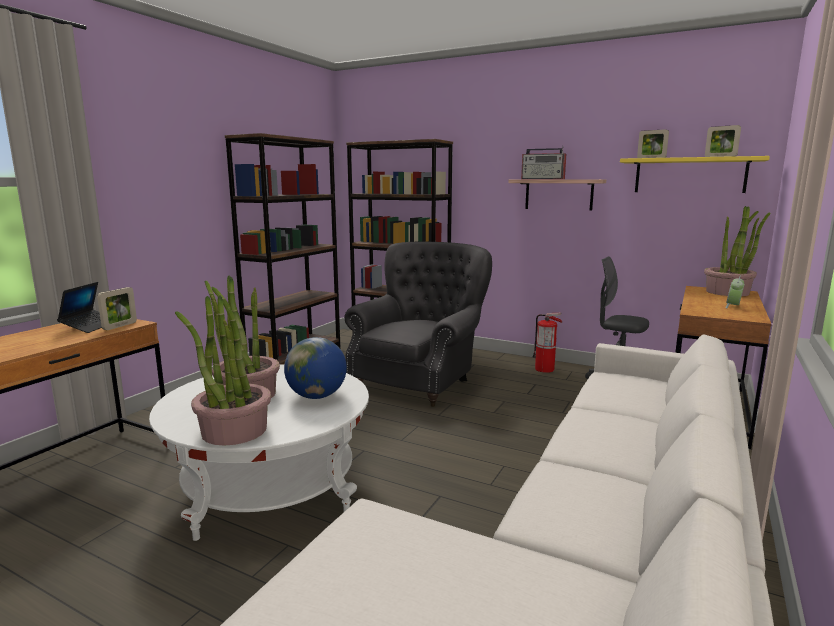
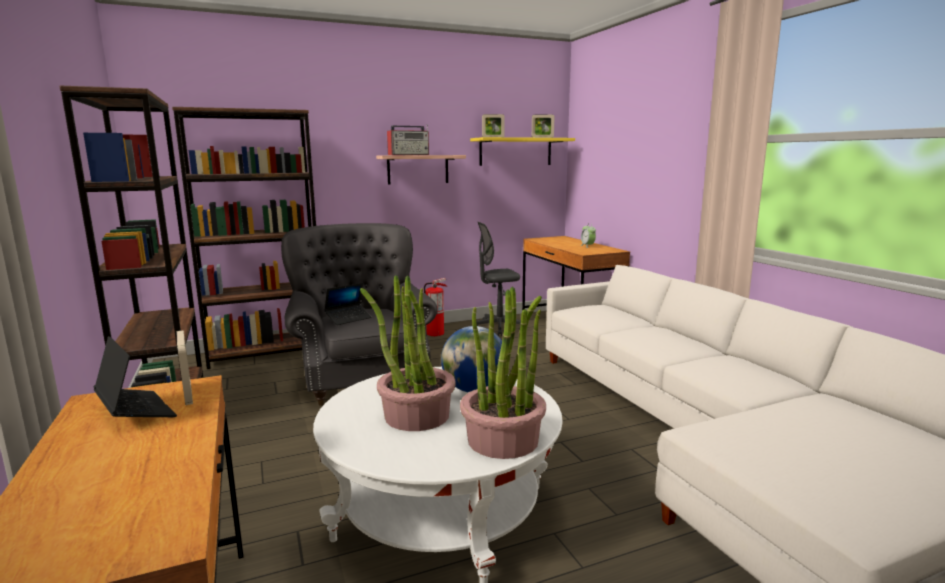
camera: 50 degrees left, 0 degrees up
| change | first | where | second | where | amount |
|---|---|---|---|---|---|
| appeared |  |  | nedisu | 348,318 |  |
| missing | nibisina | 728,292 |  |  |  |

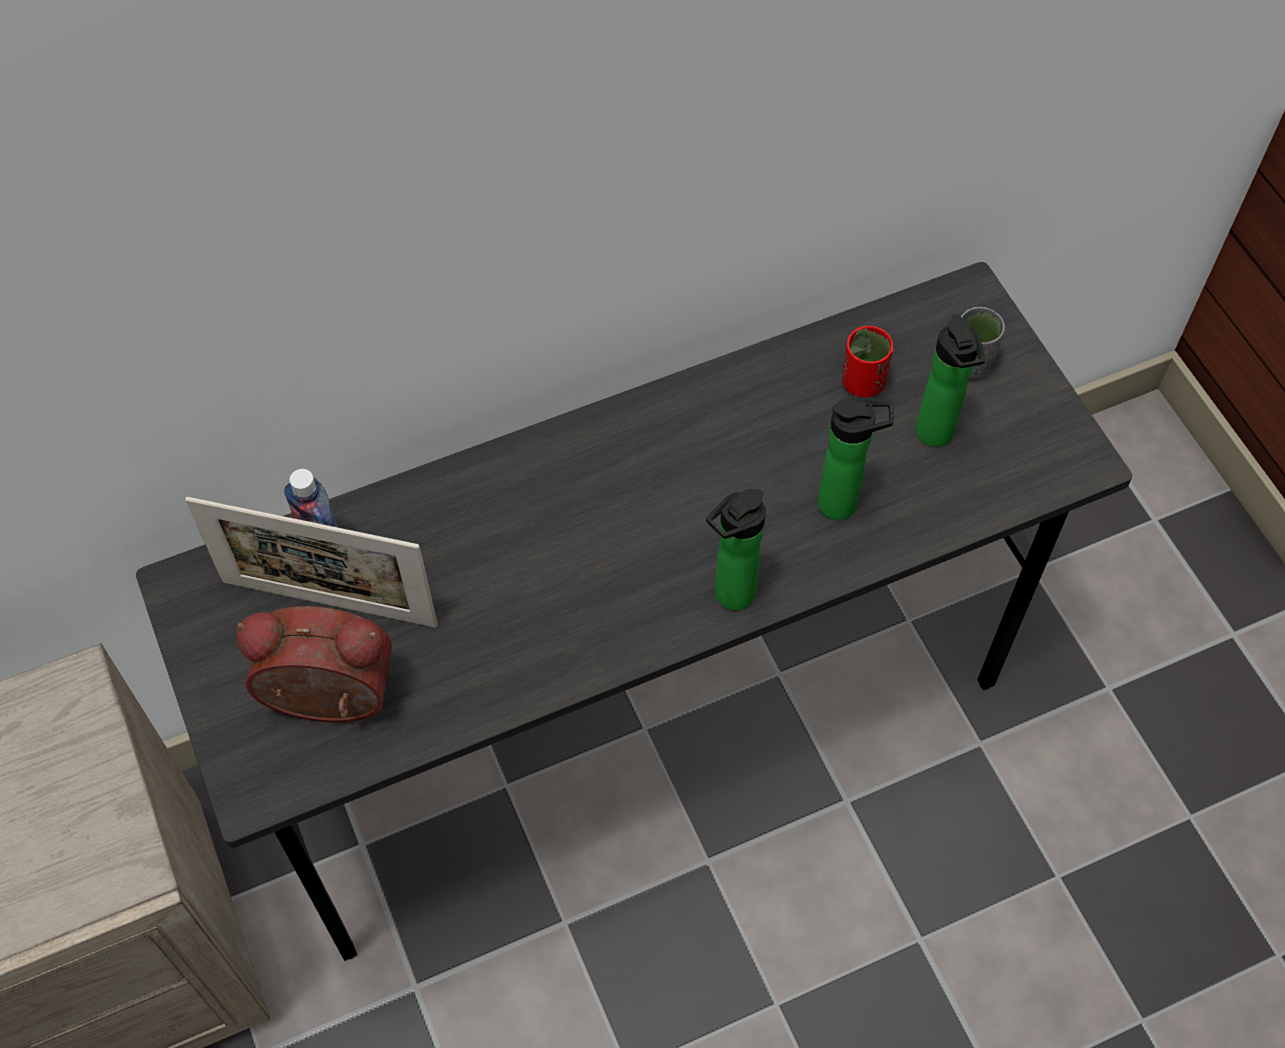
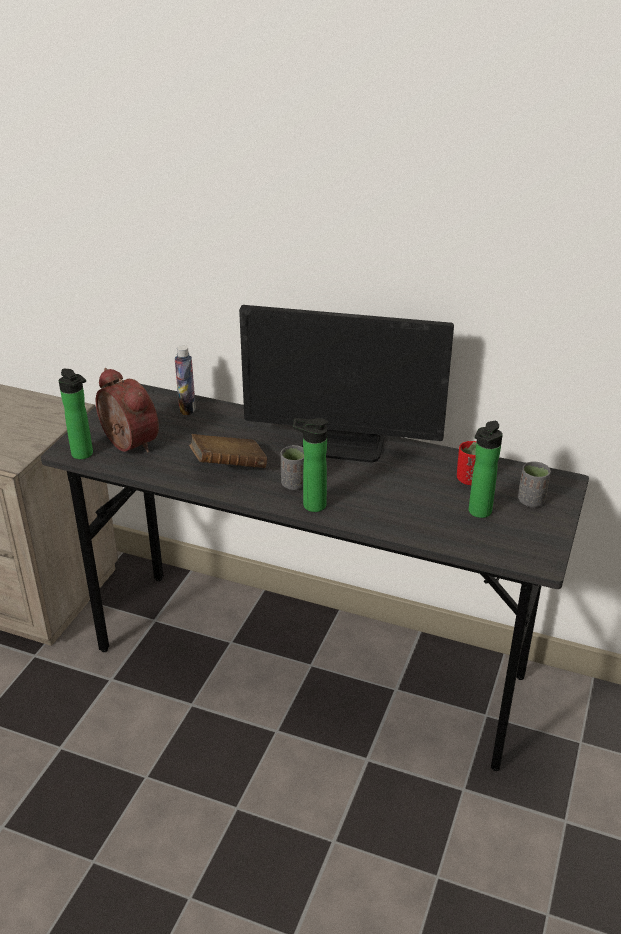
camera: 45 degrees right, 25 degrees down
| change | first | where | second | where | amount |
|---|---|---|---|---|---|
| relocated | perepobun | 843,504 |  | 84,455 |  |
| appeared |  |  | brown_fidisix | 228,467 |  |
| appeared |  |  | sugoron | 343,444 |  |
| appeared |  |  | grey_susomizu | 294,484 |  |
| missing | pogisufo | 329,603 |  |  |  |

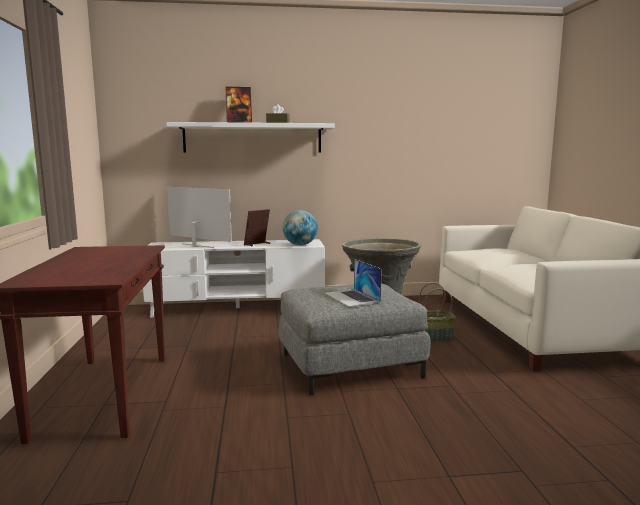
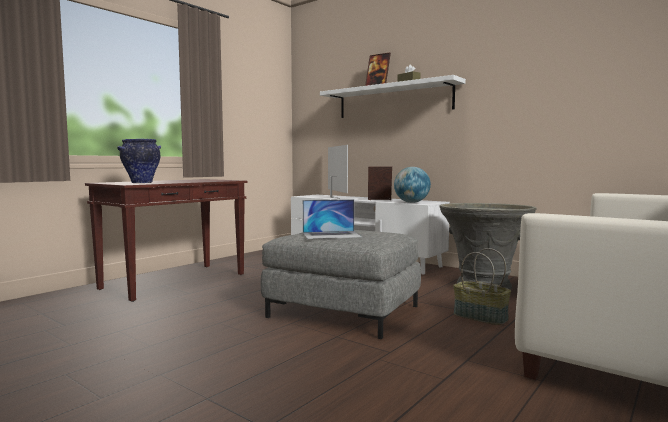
camera: 45 degrees right, 5 degrees down
| change | first | where | second | where | amount |
|---|---|---|---|---|---|
| appeared |  |  | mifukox | 141,183 |  |
| spun | nedisu | 352,297 |  | 332,235 | 120 degrees counterclockwise |

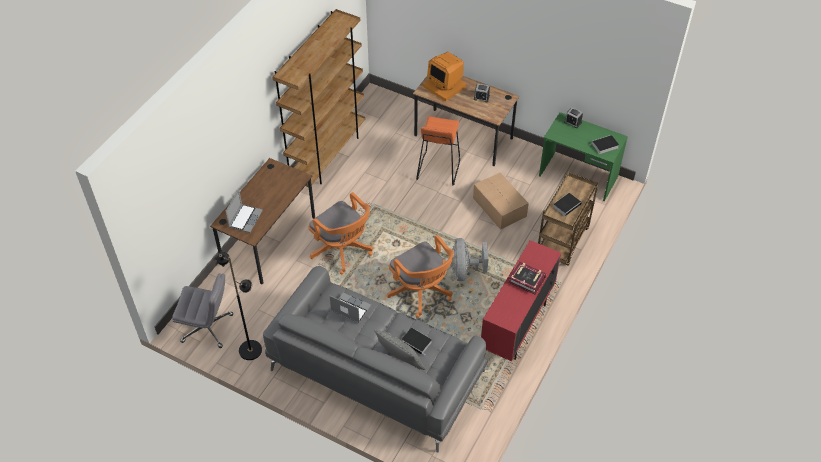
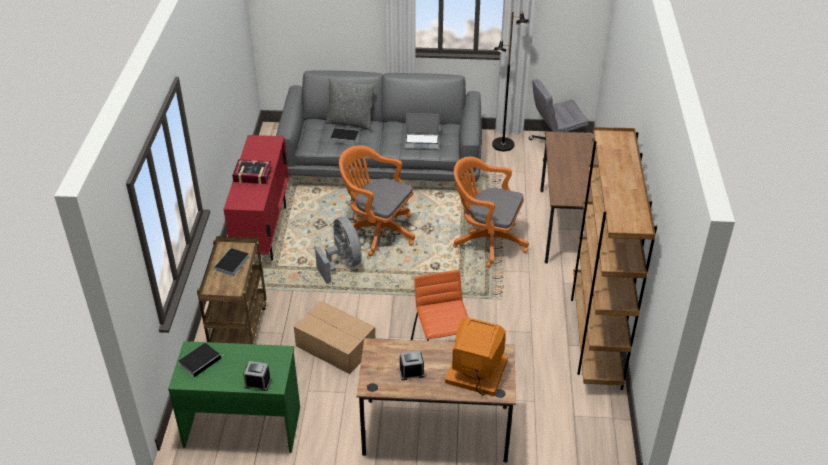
camera: 155 degrees right, 10 degrees down
| change | first | where | second | where | amount |
|---|---|---|---|---|---|
| missing | nedisu | 245,218 |  |  |  |

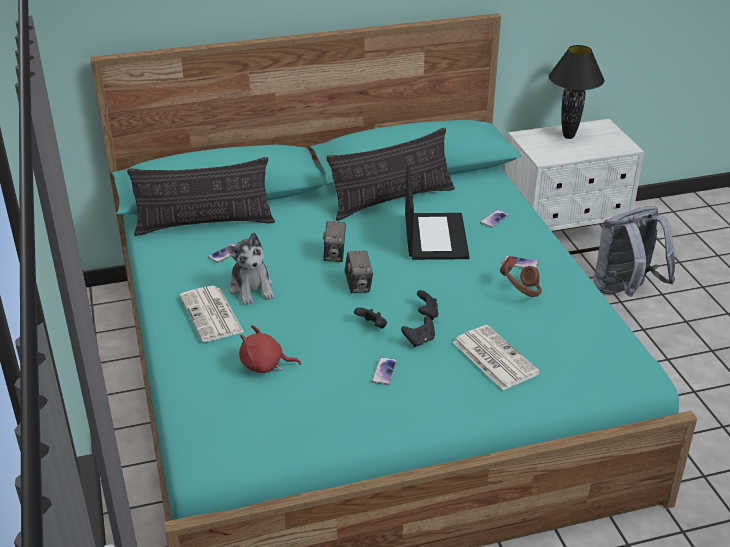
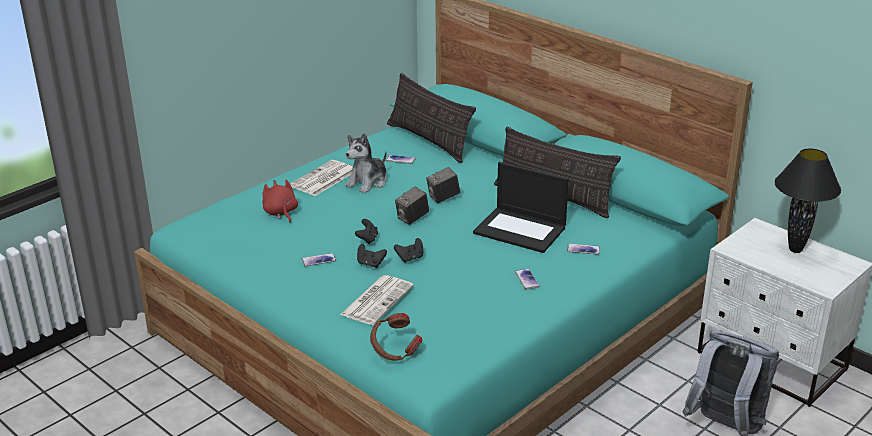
camera: 60 degrees right, 5 degrees down
| change | first | where | second | where | amount |
|---|---|---|---|---|---|
| relocated | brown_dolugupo | 520,292 |  | 395,352 |  |
| spun | nedisu | 434,236 |  | 521,230 | 60 degrees clockwise |

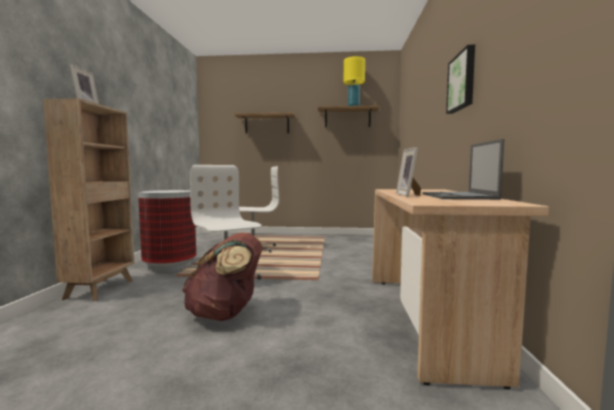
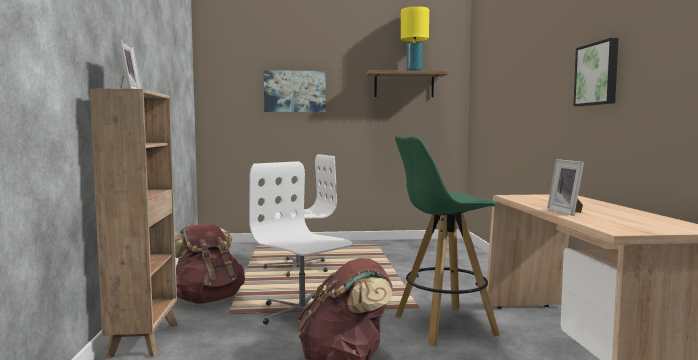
camera: 10 degrees left, 0 degrees up
| change | first | where | second | where | amount |
|---|---|---|---|---|---|
| exchanged | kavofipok | 170,266 | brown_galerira | 207,300 |  |
| exchanged | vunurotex | 267,124 | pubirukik | 294,91 |  |
| appeared |  |  | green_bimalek | 443,326 |  |
| missing | nedisu | 458,196 |  |  |  |

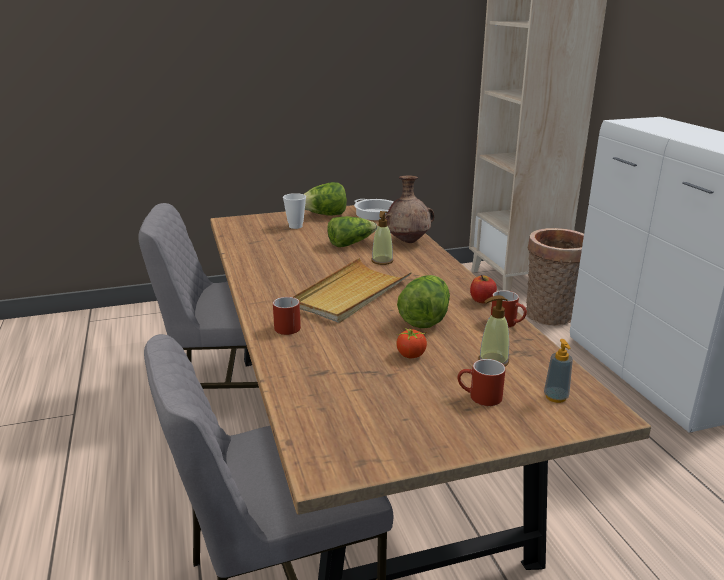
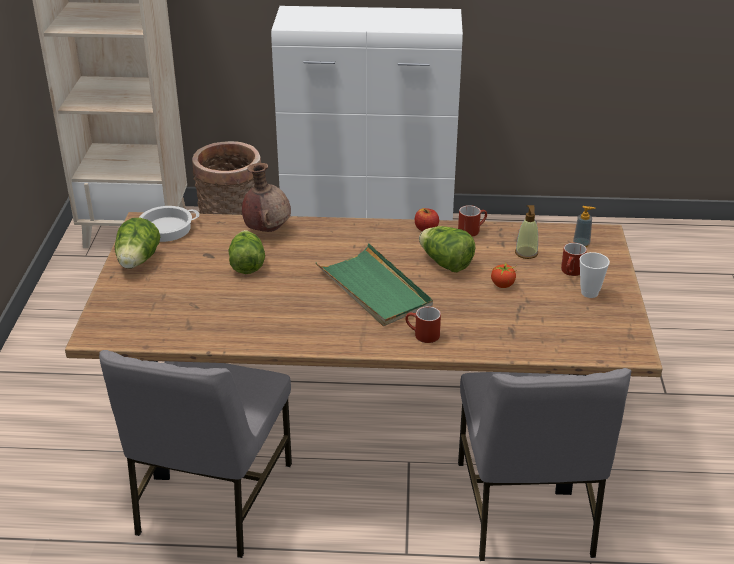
camera: 70 degrees left, 10 degrees up
| change | first | where | second | where | amount |
|---|---|---|---|---|---|
| colour | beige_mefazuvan | 350,294 | green_mefazuvan | 374,289 |  |
| relocated | susomizu | 295,226 |  | 589,293 |  |
| missing | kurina | 382,261 |  |  |  |

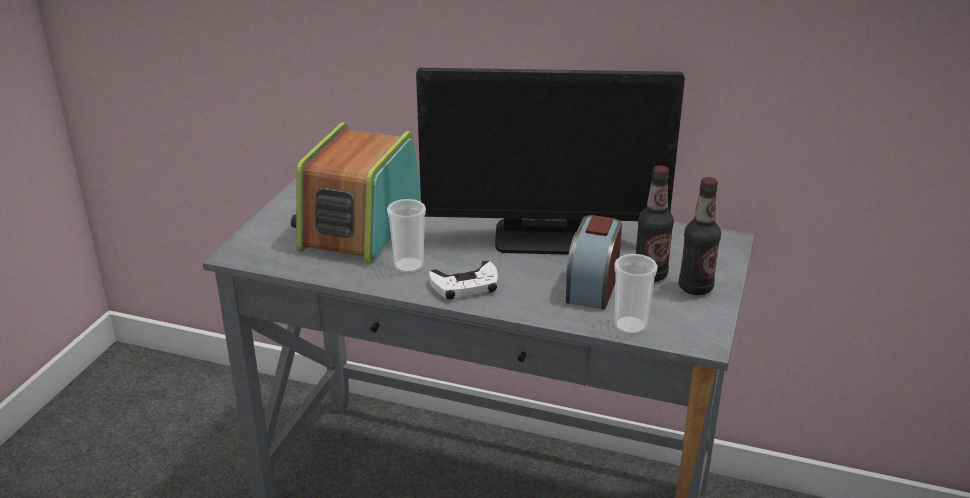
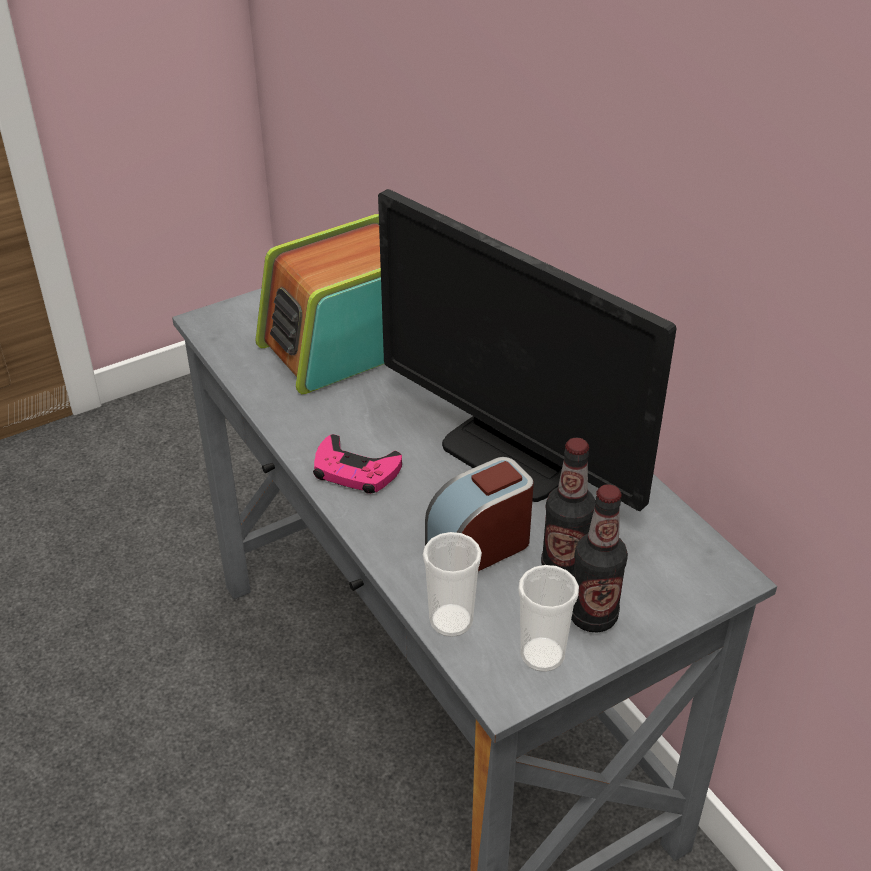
camera: 40 degrees right, 10 degrees up
| change | first | where | second | where | amount |
|---|---|---|---|---|---|
| colour | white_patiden | 465,286 | pink_patiden | 355,471 |  |
| relocated | susomizu | 409,266 |  | 542,655 |  |

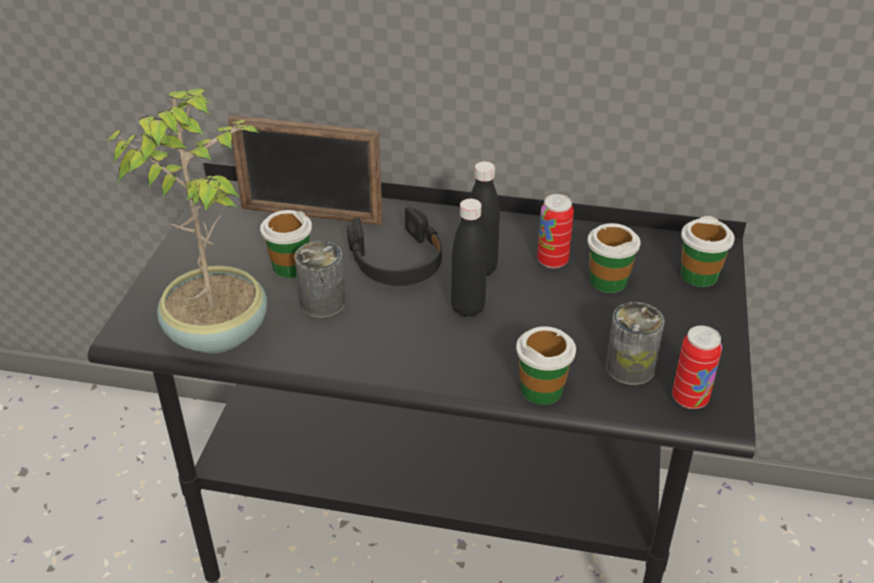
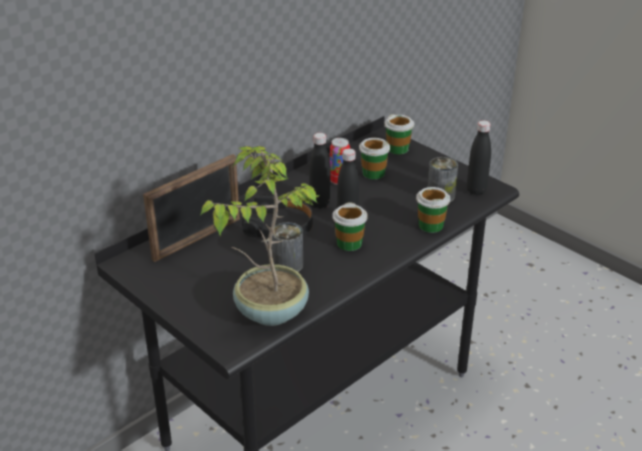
camera: 55 degrees left, 5 degrees down
| change | first | where | second | where | amount |
|---|---|---|---|---|---|
| relocated | susomizu | 290,267 |  | 349,243 |  |
| exchanged | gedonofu | 689,399 | black_perepobun | 476,190 |  |

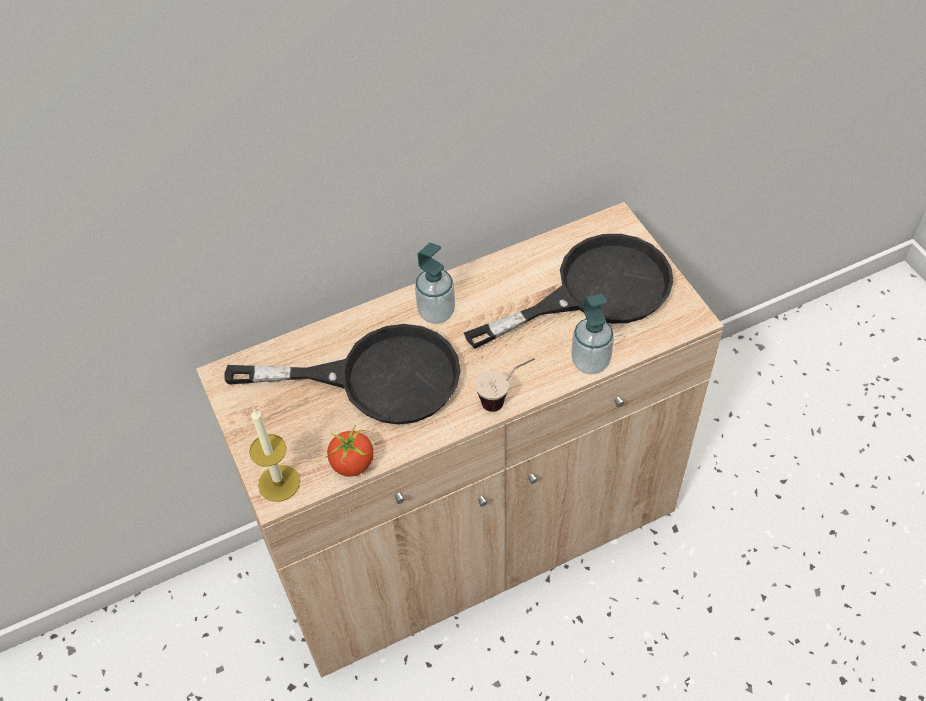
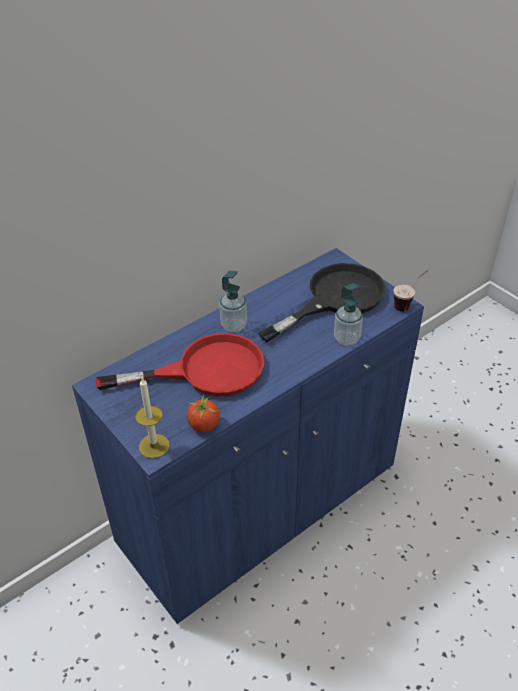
camera: 15 degrees left, 10 degrees down
| change | first | where | second | where | amount |
|---|---|---|---|---|---|
| colour | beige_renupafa | 472,532 | blue_renupafa | 260,504 |  |
| colour | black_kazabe | 377,378 | red_kazabe | 205,370 |  |
| relocated | susomizu | 505,399 |  | 408,304 |  |

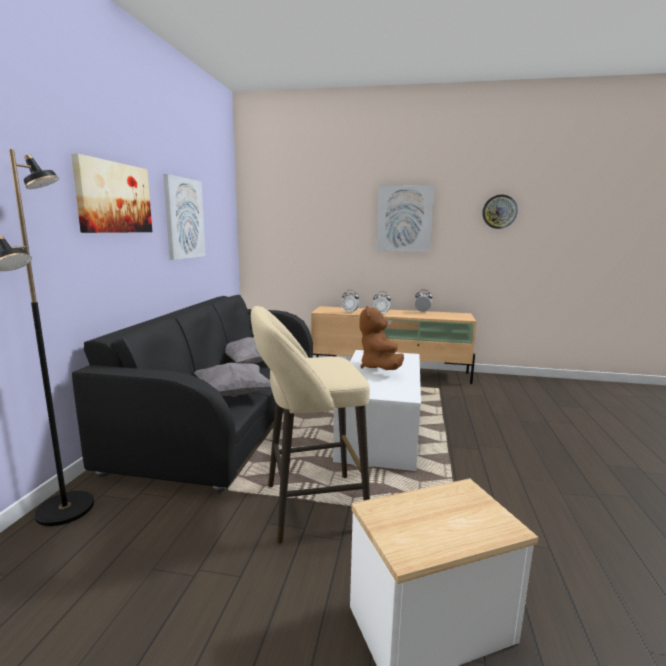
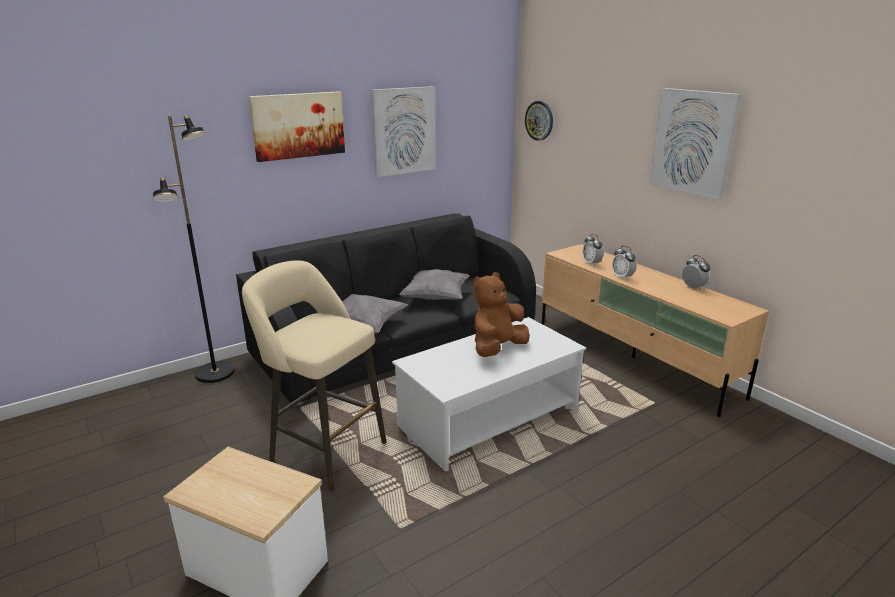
camera: 45 degrees right, 10 degrees up
| change | first | where | second | where | amount |
|---|---|---|---|---|---|
| relocated | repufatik | 499,211 |  | 539,120 |  |

